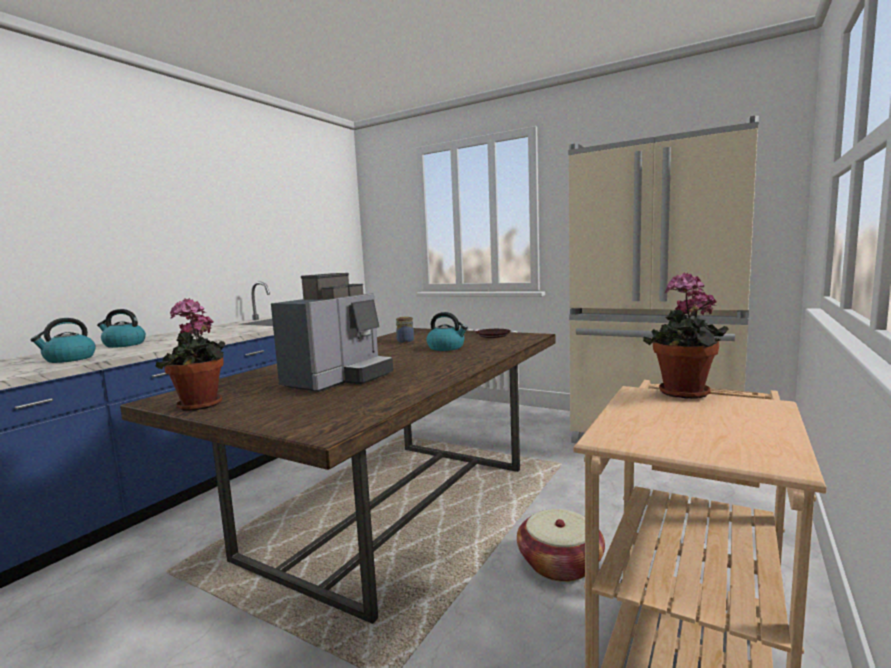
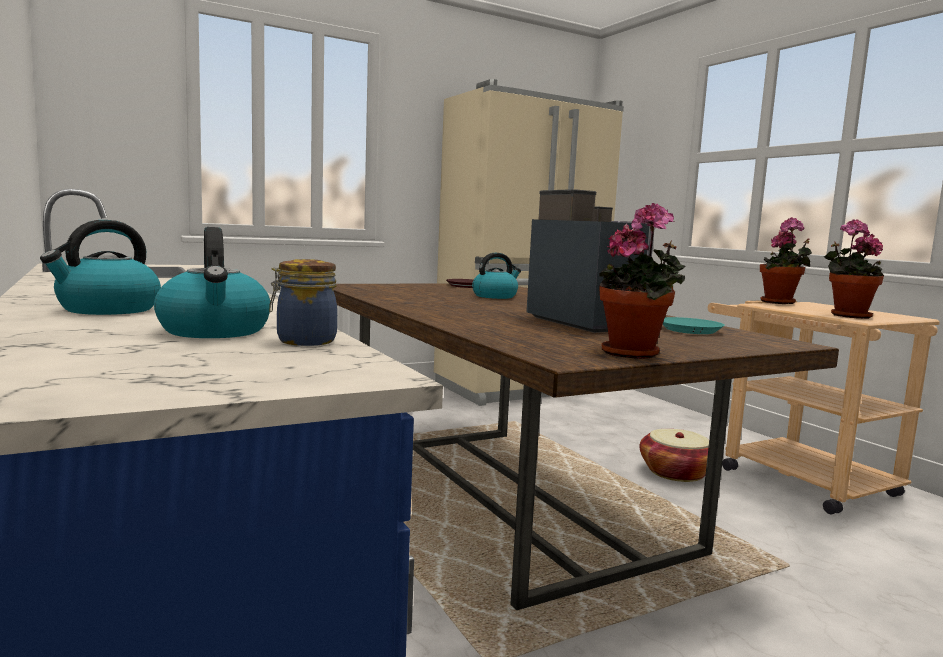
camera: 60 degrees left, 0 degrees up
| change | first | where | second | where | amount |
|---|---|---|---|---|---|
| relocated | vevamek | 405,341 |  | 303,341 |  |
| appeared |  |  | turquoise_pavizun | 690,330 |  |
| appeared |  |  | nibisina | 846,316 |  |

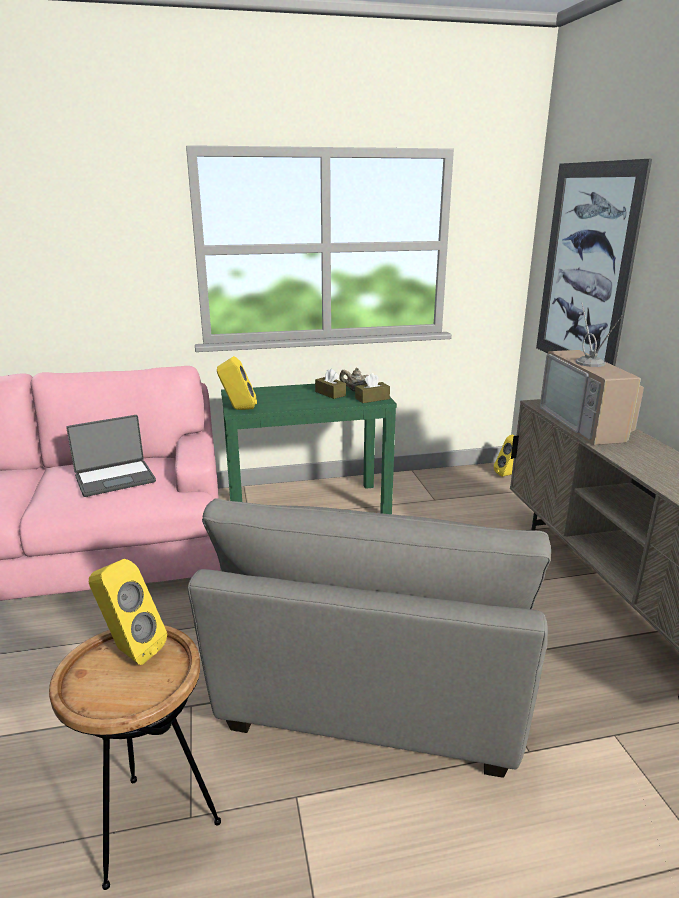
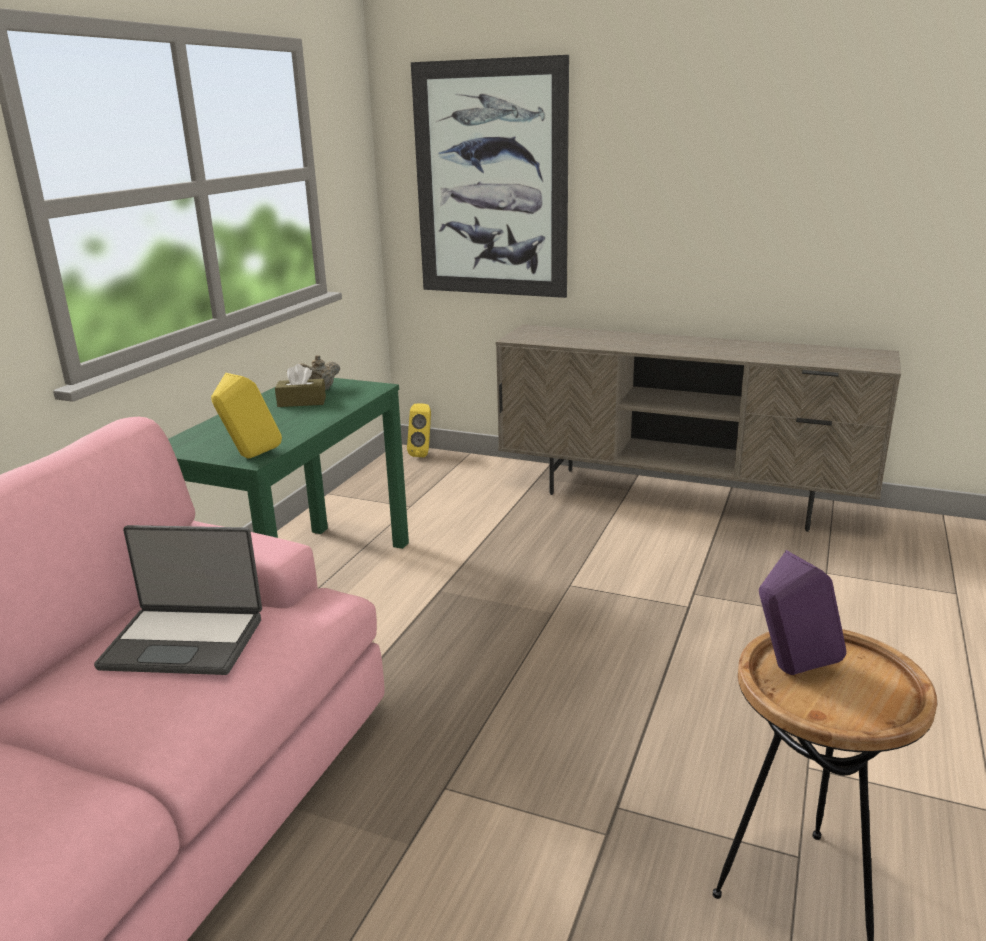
camera: 55 degrees left, 0 degrees up
| change | first | where | second | where | amount |
|---|---|---|---|---|---|
| spun | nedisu | 115,479 |  | 185,641 | 90 degrees clockwise |
| colour | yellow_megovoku | 130,651 | purple_megovoku | 790,672 |  |
| missing | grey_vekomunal | 374,686 |  |  |  |
| missing | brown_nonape | 372,398 |  |  |  |
| missing | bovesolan | 588,424 |  |  |  |

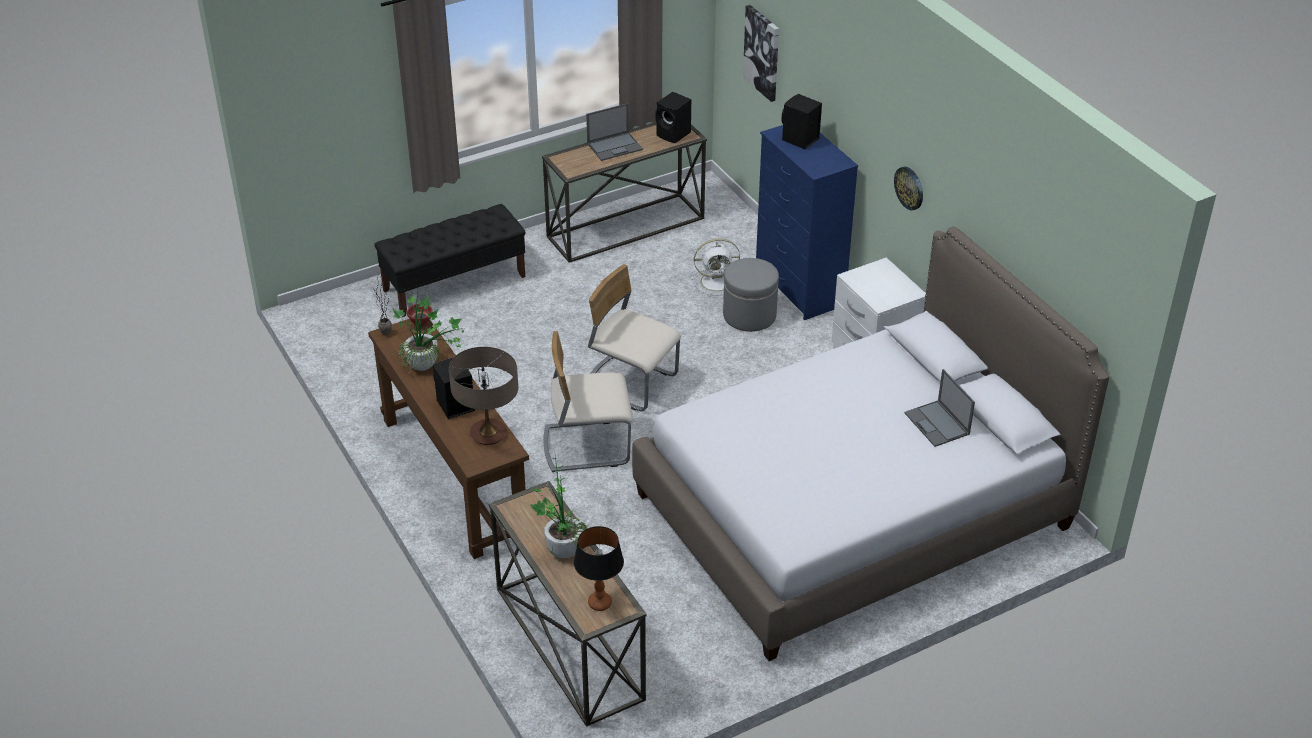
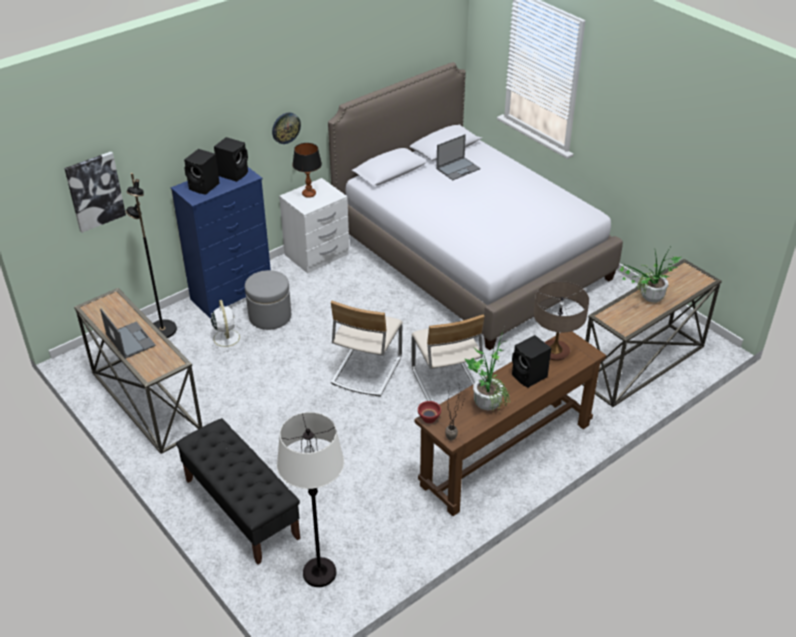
camera: 100 degrees left, 0 degrees up
| change | first | where | second | where | amount |
|---|---|---|---|---|---|
| appeared |  |  | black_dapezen | 162,330 |  |
| relocated | black_megovoku | 674,134 |  | 234,173 |  |
| appeared |  |  | white_dapezen | 319,573 |  |
| relocated | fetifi | 600,603 |  | 309,194 |  |

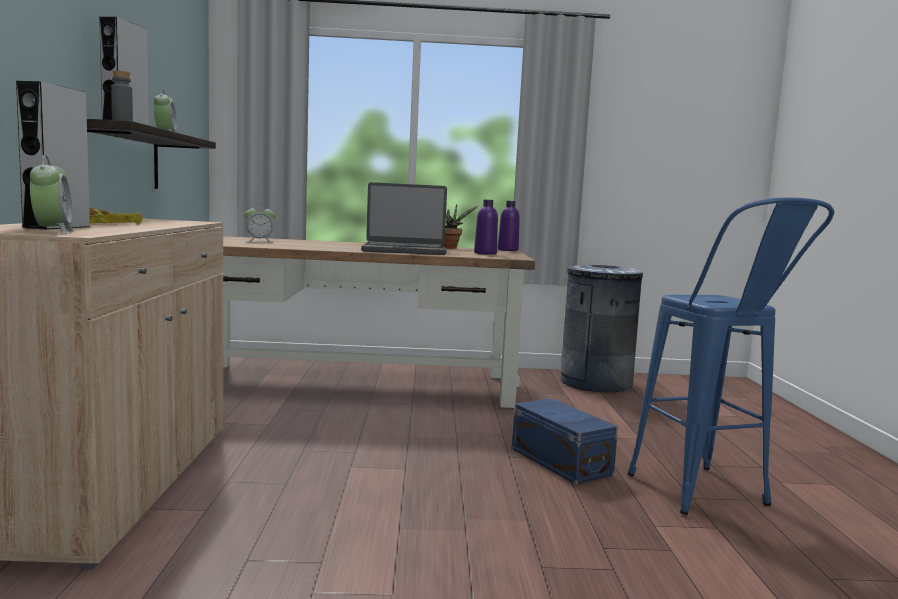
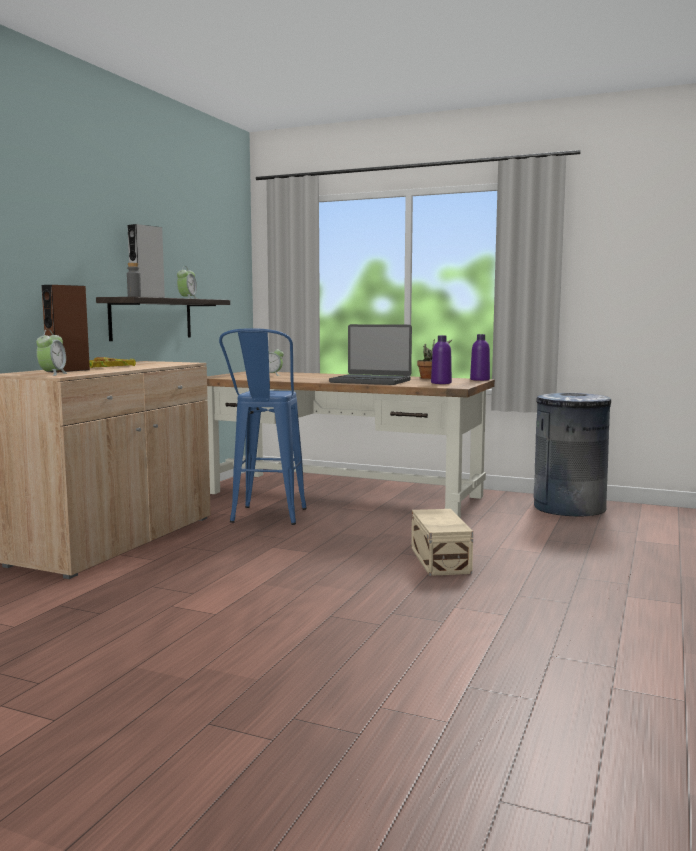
camera: 25 degrees right, 0 degrees up
| change | first | where | second | where | amount |
|---|---|---|---|---|---|
| colour | grey_megovoku | 57,227 | brown_megovoku | 68,370 |  |
| relocated | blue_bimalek | 709,499 |  | 266,519 |  |
| colour | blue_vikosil | 560,462 | beige_vikosil | 439,560 |  |

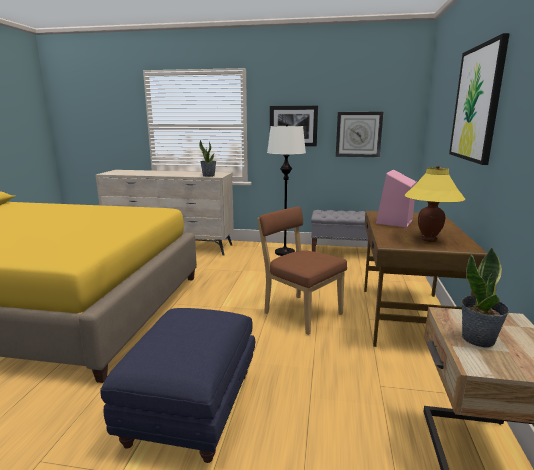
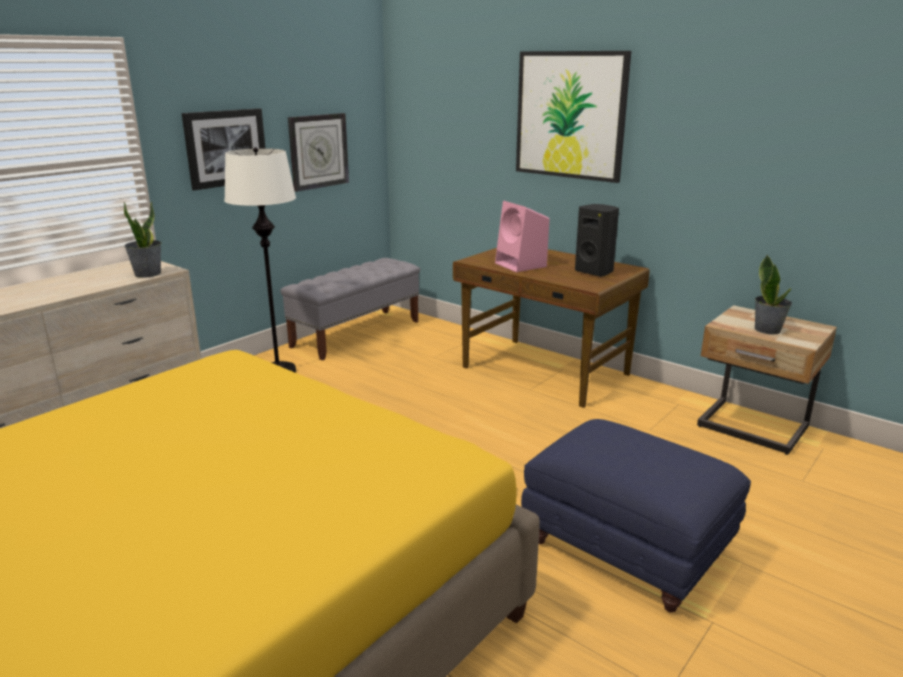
camera: 60 degrees left, 5 degrees up
| change | first | where | second | where | amount |
|---|---|---|---|---|---|
| exchanged | yellow_fetifi | 429,240 | black_megovoku | 595,272 |  |
| missing | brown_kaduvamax | 300,312 |  |  |  |

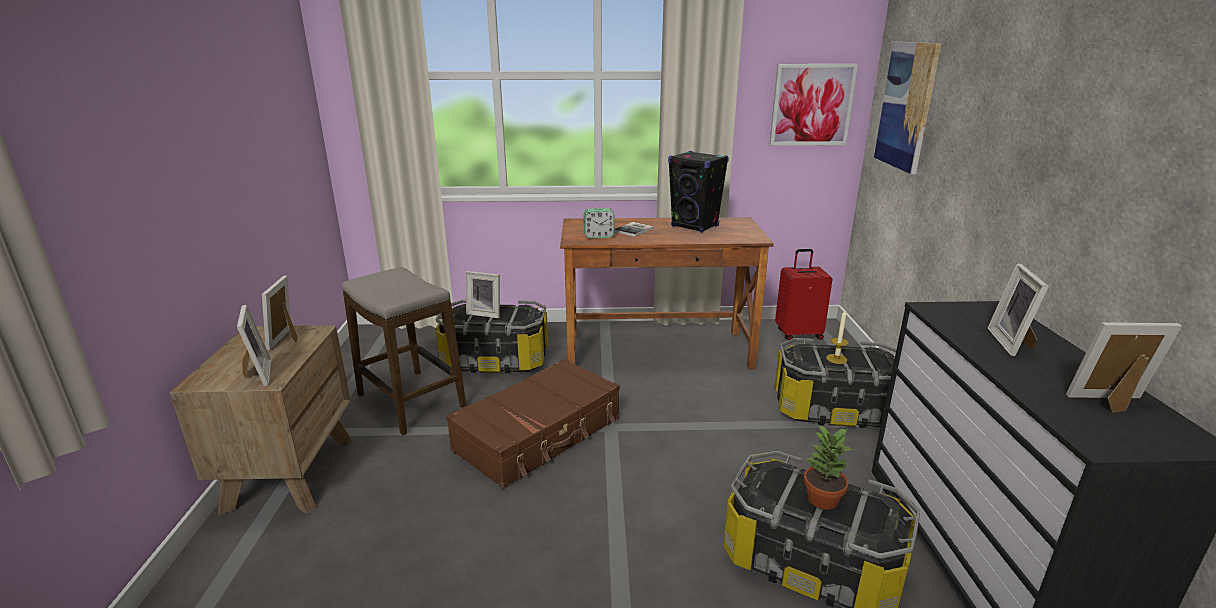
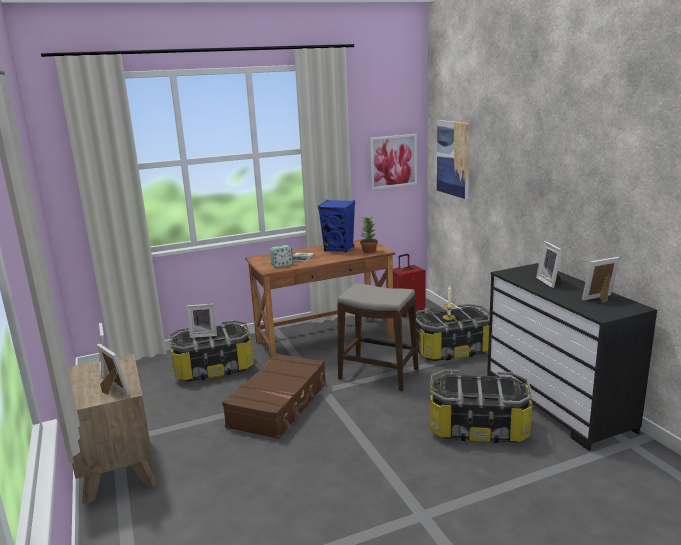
camera: 20 degrees left, 5 degrees down
| change | first | where | second | where | amount |
|---|---|---|---|---|---|
| colour | black_megovoku | 695,226 | blue_megovoku | 339,249 |  |
| relocated | bimalek | 411,402 |  | 378,374 |  |
| relocated | nibisina | 821,499 |  | 368,251 |  |

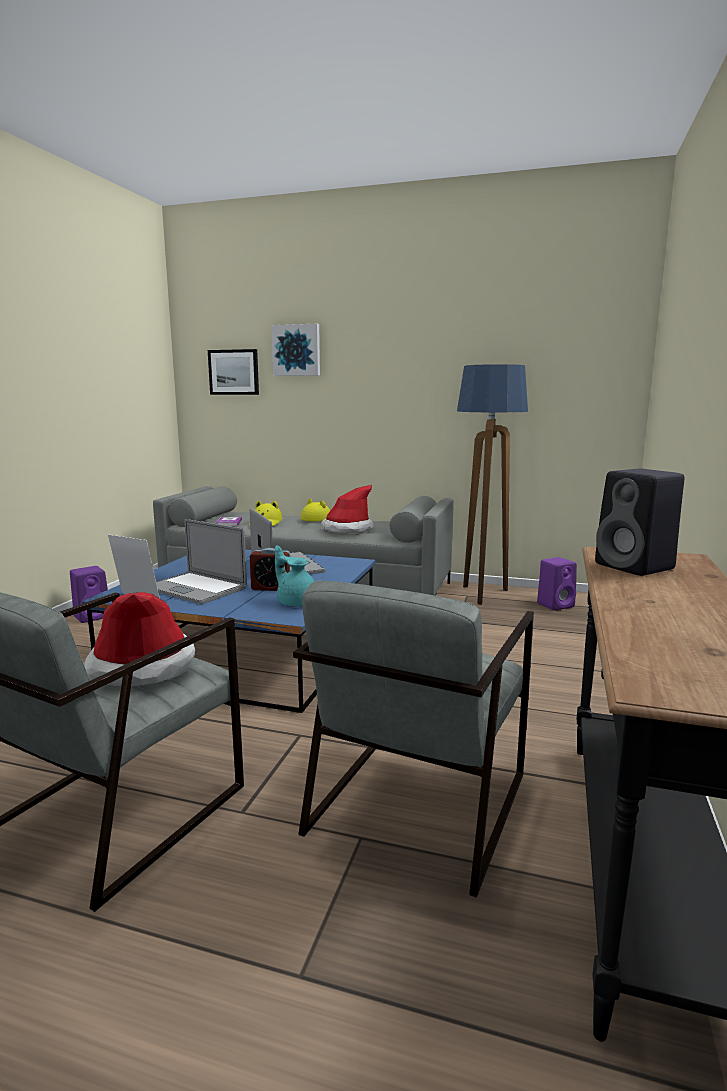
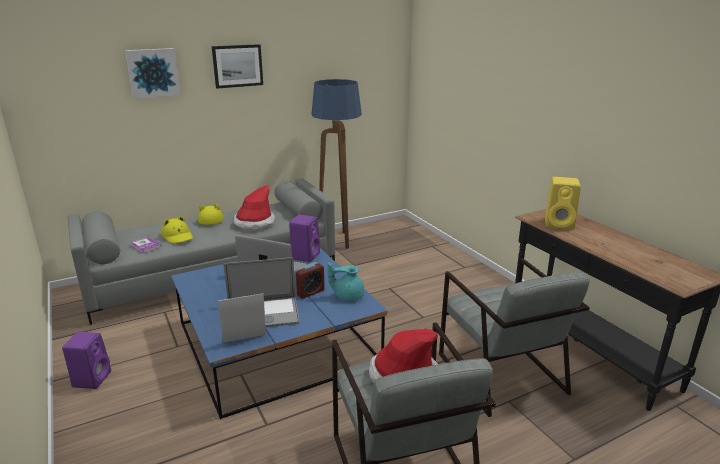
camera: 45 degrees left, 10 degrees up
| change | first | where | second | where | amount |
|---|---|---|---|---|---|
| relocated | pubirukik | 234,372 |  | 237,66 |  |
| relocated | purple_megovoku | 556,605 |  | 305,255 |  |
| colour | black_megovoku | 636,567 | yellow_megovoku | 560,224 |  |

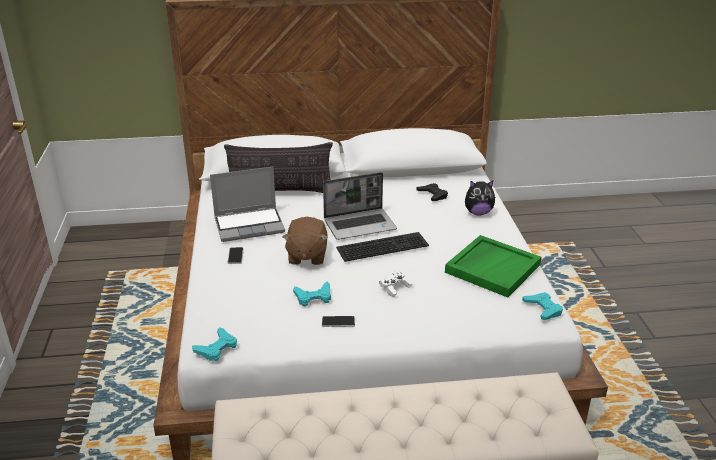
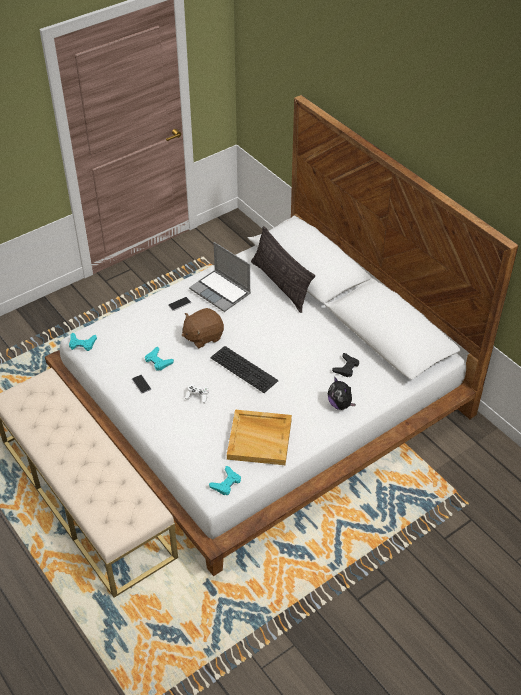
camera: 60 degrees right, 15 degrees up
| change | first | where | second | where | amount |
|---|---|---|---|---|---|
| colour | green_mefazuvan | 492,268 | beige_mefazuvan | 260,439 |  |
| missing | nedisu | 360,225 |  |  |  |

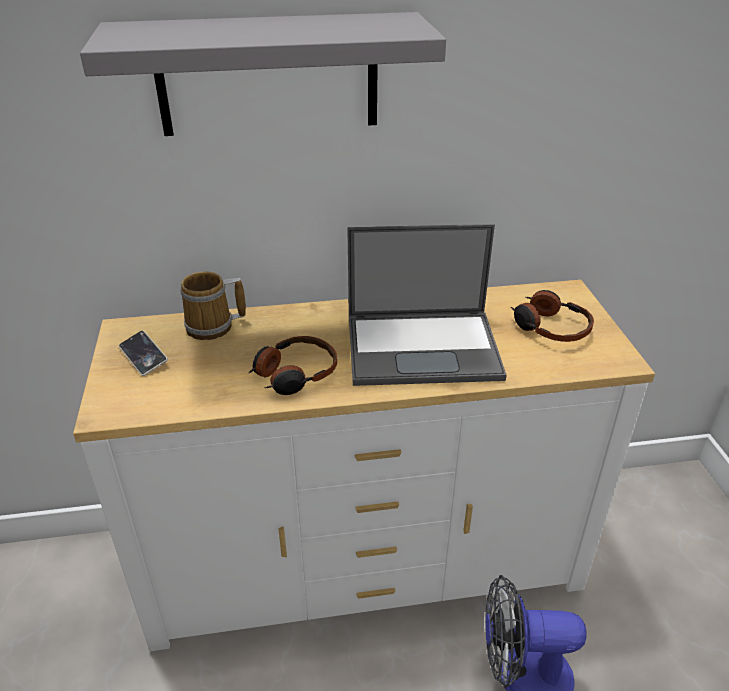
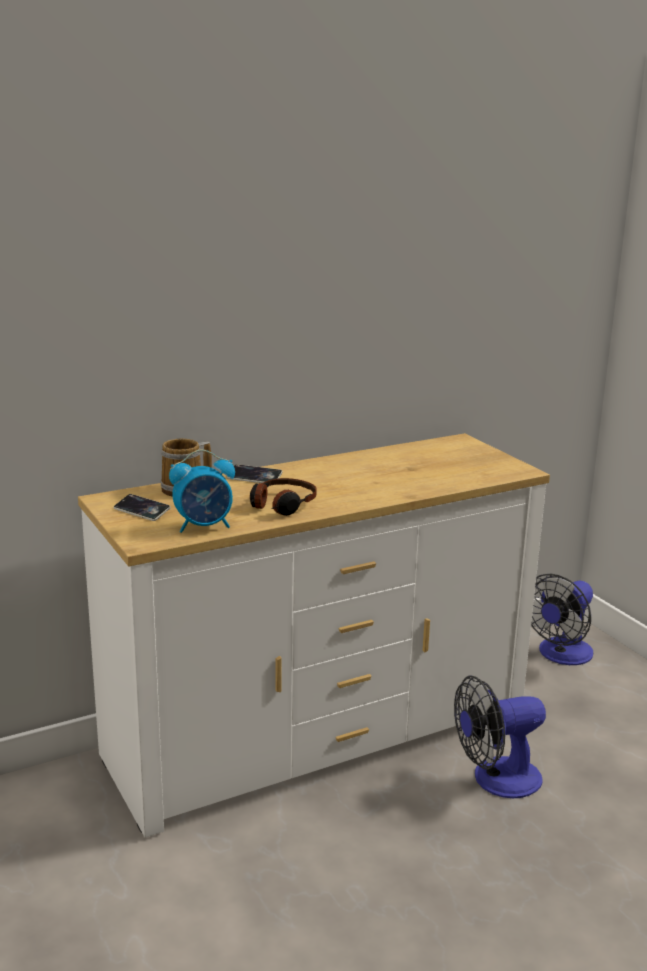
camera: 20 degrees left, 15 degrees down
| change | first | where | second | where | amount |
|---|---|---|---|---|---|
| appeared |  |  | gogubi | 204,526 |  |
| appeared |  |  | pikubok | 254,478 |  |
| appeared |  |  | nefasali | 561,655 |  |
| missing | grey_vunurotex | 268,75 |  |  |  |
| missing | nedisu | 424,347 |  |  |  |
| missing | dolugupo | 550,327 |  |  |  |

